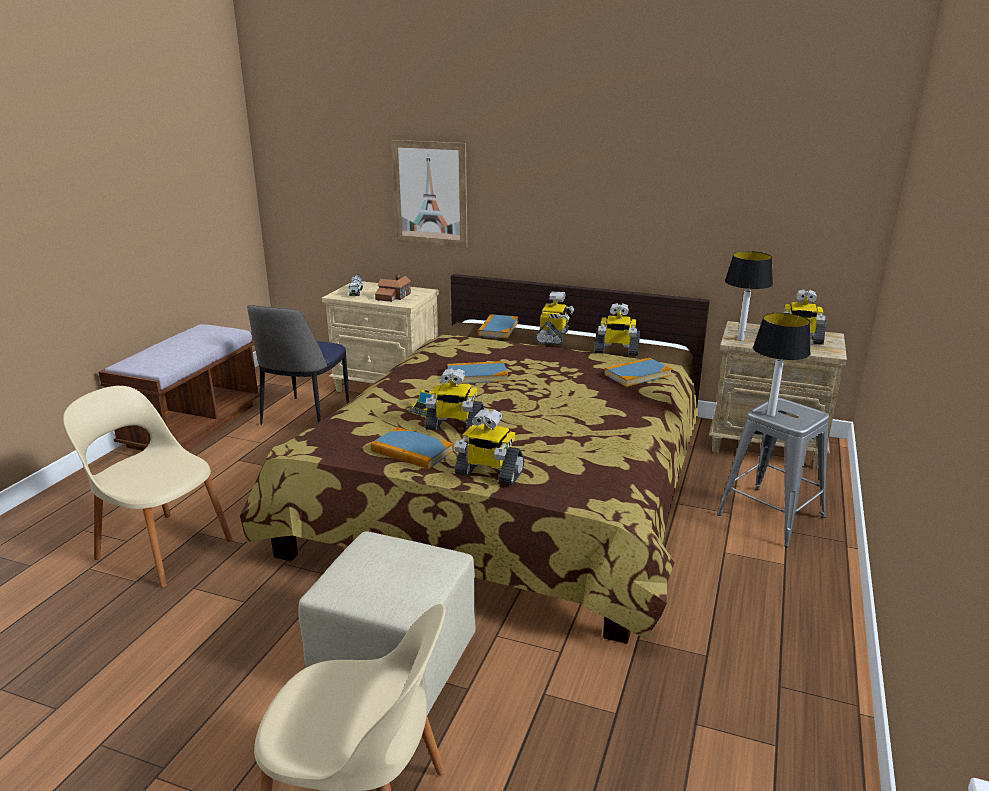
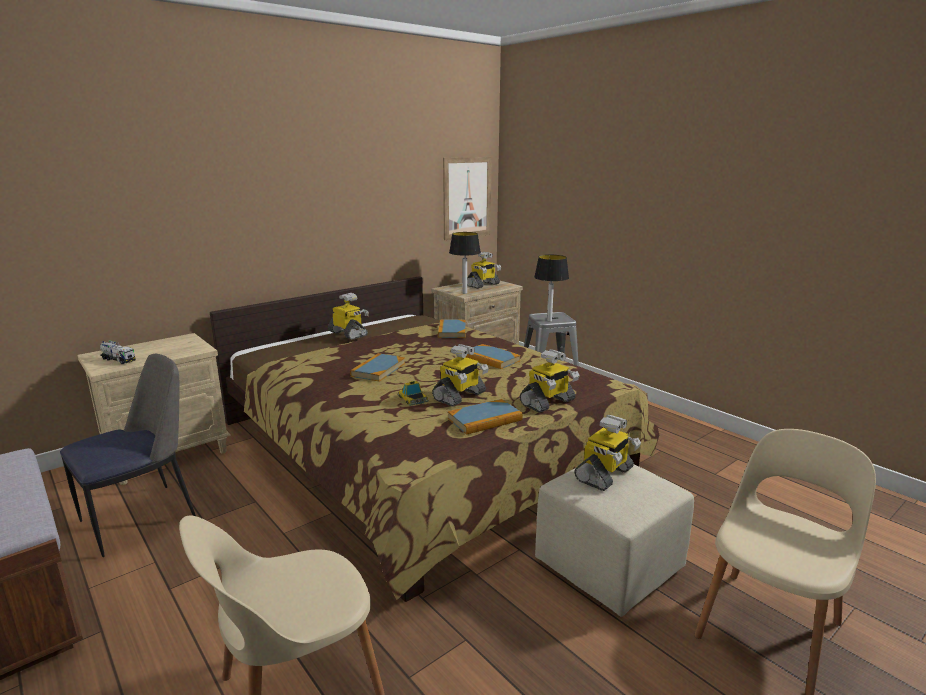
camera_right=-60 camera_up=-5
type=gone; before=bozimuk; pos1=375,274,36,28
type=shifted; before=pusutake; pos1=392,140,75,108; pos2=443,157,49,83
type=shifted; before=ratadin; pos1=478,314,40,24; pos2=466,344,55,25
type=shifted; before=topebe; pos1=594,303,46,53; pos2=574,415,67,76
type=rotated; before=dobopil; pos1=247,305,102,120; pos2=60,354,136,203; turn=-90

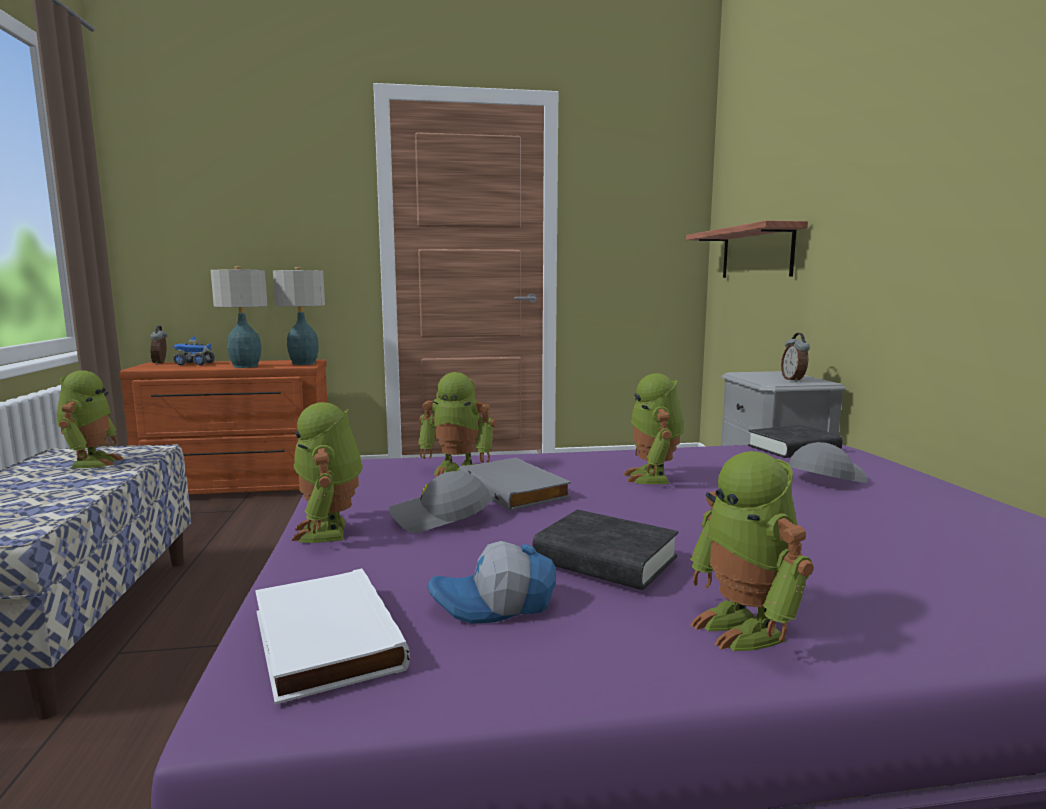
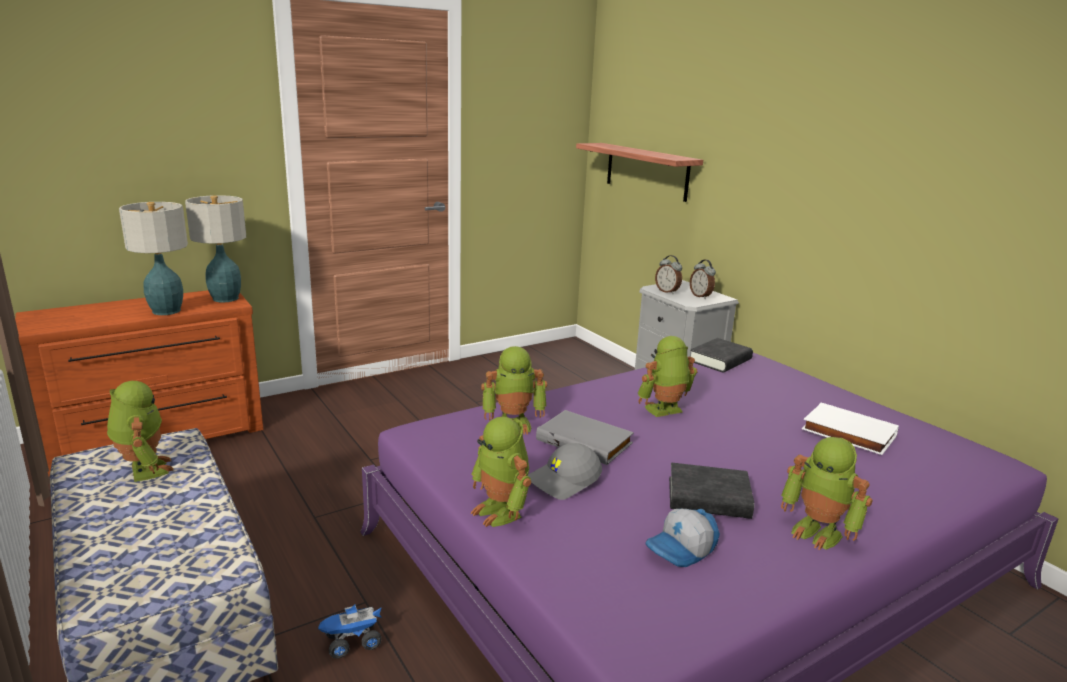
camera_right=-25 camera_up=10
type=gone; before=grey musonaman; pos1=789,442,79,41
type=shifted; before=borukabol; pos1=150,326,17,39; pos2=655,255,27,39
type=shifted; before=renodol; pos1=173,336,42,29; pos2=318,605,64,54
type=shifted; before=white ratadin; pos1=255,568,155,136; pos2=802,403,97,52
type=rotated; before=topebe; pos1=624,373,60,111; pos2=638,336,59,81; turn=90

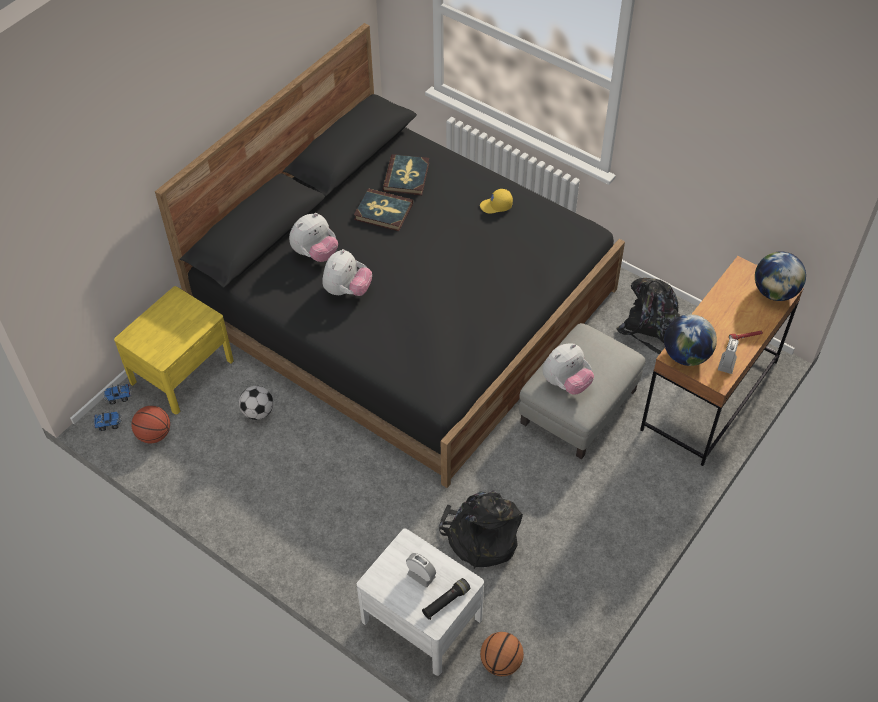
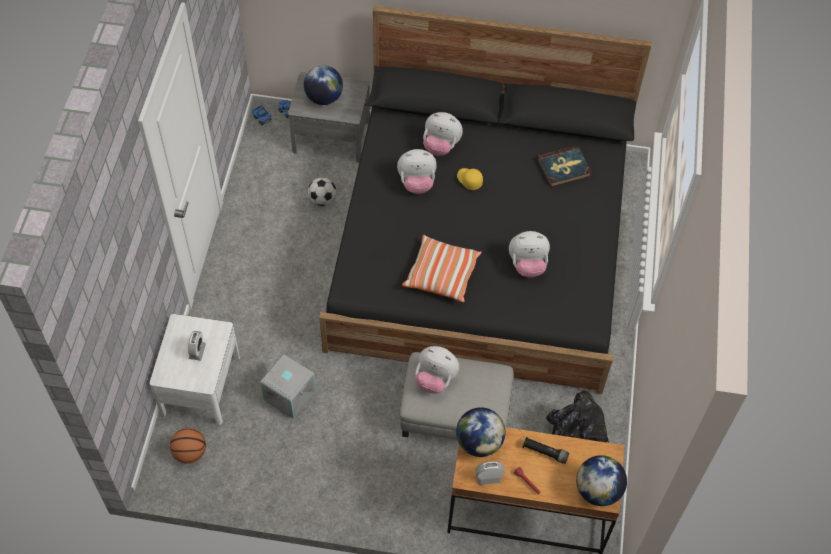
camera_right=60 camera_up=5
type=gone; before=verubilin; pos1=131,406,39,37
type=gone; before=ratadin; pos1=354,189,59,42
type=new; after=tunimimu; pos2=304,65,39,40
type=new; after=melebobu; pos2=402,235,80,67
type=new; after=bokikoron; pos2=509,231,41,47
type=shifted; before=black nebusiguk; pos1=422,578,49,42; pos2=522,437,47,27
type=shifted; before=yellow musonaman; pos1=480,189,33,25; pos2=457,168,26,22
type=swapped; before=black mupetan; after=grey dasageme; pos1=439,490,84,79; pos2=260,354,56,65
type=repainted; before=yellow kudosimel; after=grey kudosimel; pos1=114,286,120,128; pos2=288,73,82,89

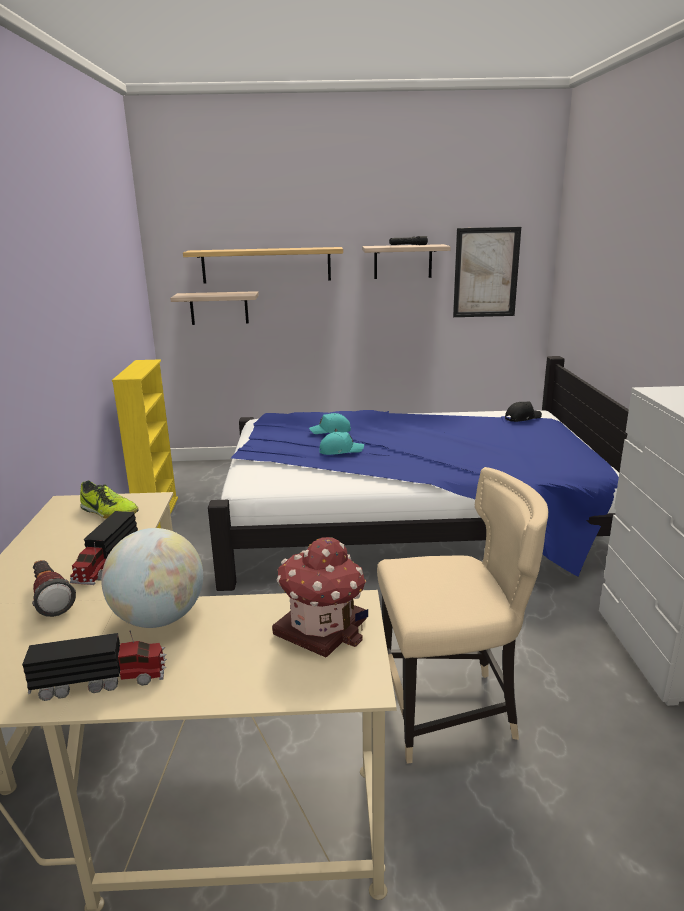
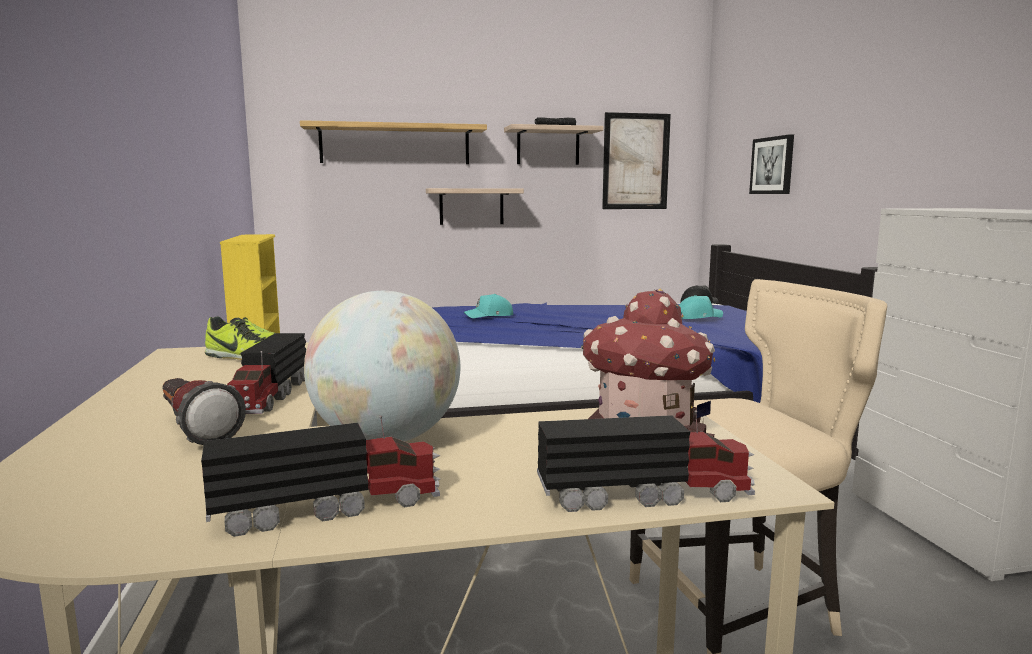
camera_right=-10 camera_up=-10
type=new; after=renodol; pos2=537,410,218,102
type=new; after=pusutake; pos2=749,134,45,60
type=shifted; before=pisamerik; pos1=170,291,89,34; pos2=426,188,98,37
type=shifted; before=turquoise musonaman; pos1=319,432,45,23; pos2=679,295,44,24

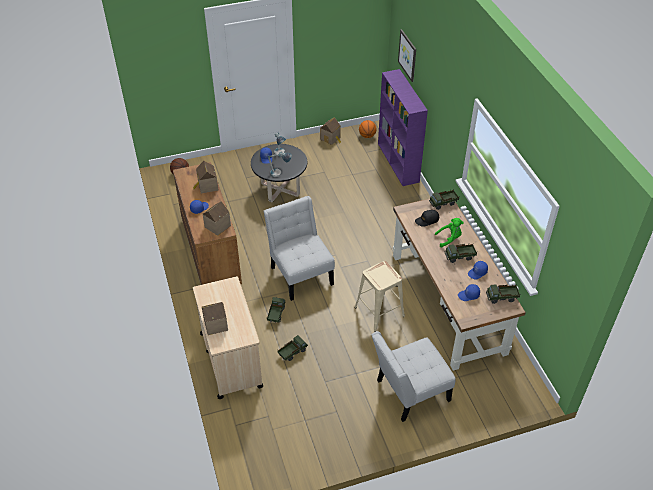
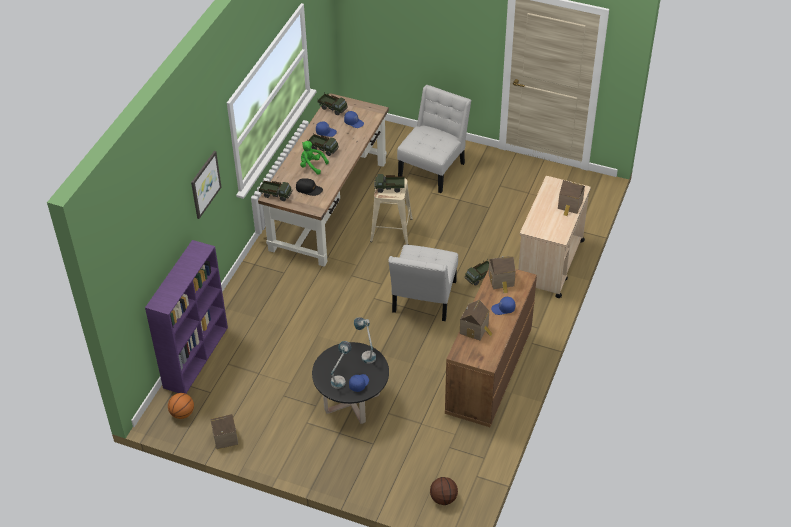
camera_right=-140 camera_up=0
type=shifted; before=renodol; pos1=277,335,31,26; pos2=374,174,31,19
type=shifted; before=pusutake; pos1=398,29,18,53; pos2=191,151,31,68
type=rotated; before=white dobopil; pos1=372,331,84,91; pos2=397,85,75,108; turn=-75

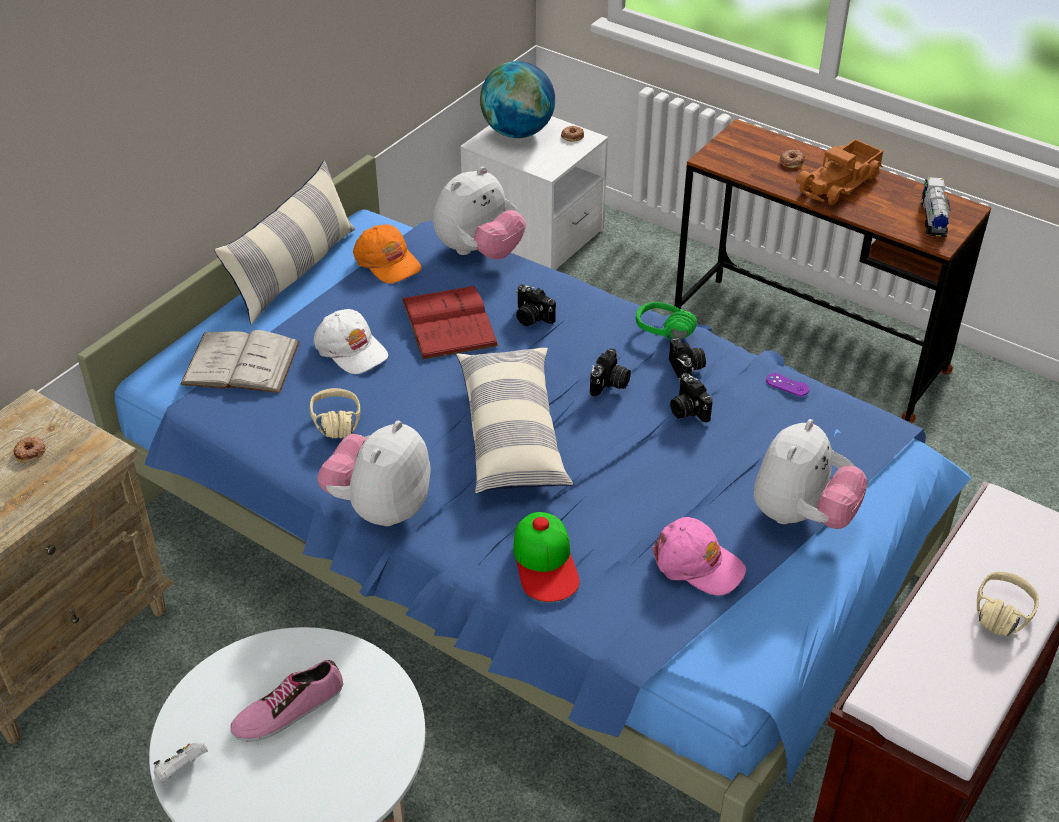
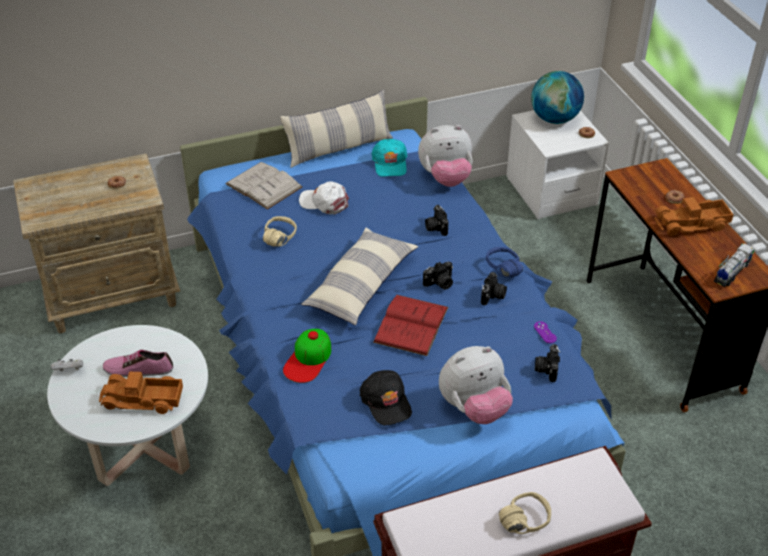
camera_right=35 camera_up=0
type=gone; before=bokikoron; pos1=318,421,113,105
type=new; after=renodol; pos2=99,371,84,43
type=shifted; before=red ratadin; pos1=402,285,97,75; pos2=373,295,75,61
type=shifted; before=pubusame; pos1=670,373,43,49; pos2=535,344,25,38
type=repainted; before=orange musonaman; after=turquoise musonaman; pos1=353,224,69,60; pos2=371,139,36,38
type=repainted; before=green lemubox; after=blue lemubox; pos1=636,302,61,38; pos2=486,247,37,30
type=repainted; before=pink musonaman; after=black musonaman; pos1=652,517,94,79; pos2=360,370,52,55
type=rotated; before=white musonaman; pos1=313,309,75,65; pos2=299,182,50,32; turn=120

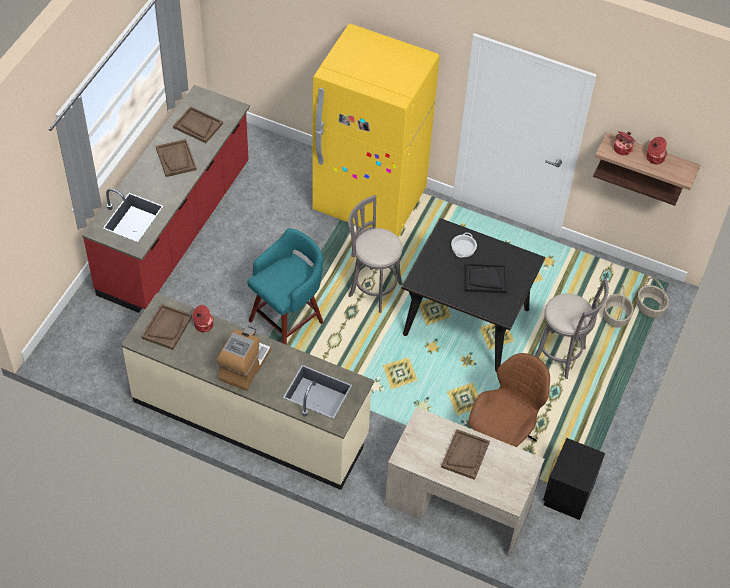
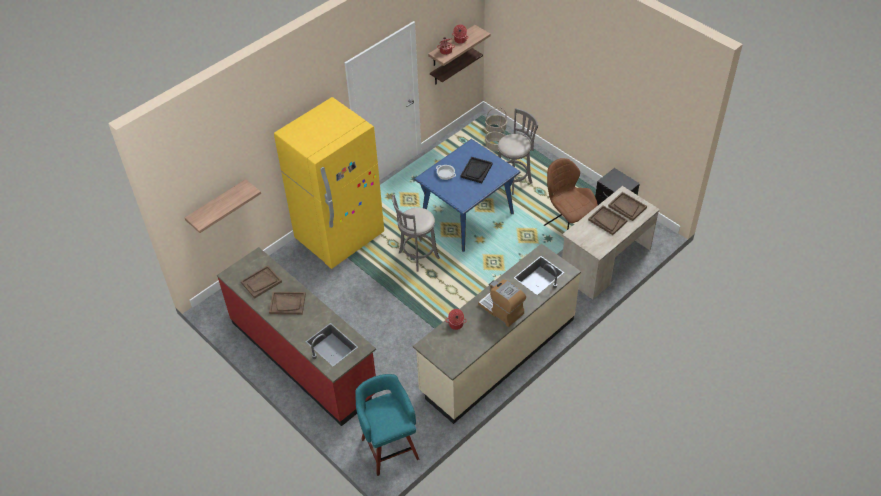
camera_right=-65 camera_up=-5
type=new; after=pisamerik; pos2=185,179,76,54
type=shifted; before=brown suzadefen; pos1=142,304,50,46; pos2=608,192,39,29
type=shifted; before=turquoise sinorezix; pos1=247,228,77,117; pos2=355,374,64,102
type=repainted; before=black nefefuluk; after=blue nefefuluk; pos1=402,218,143,154; pos2=414,139,107,113

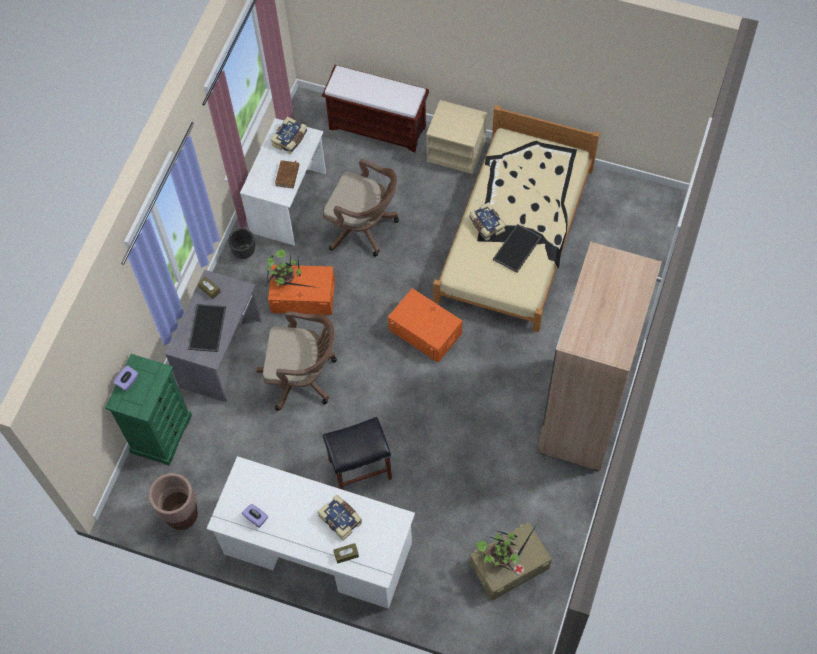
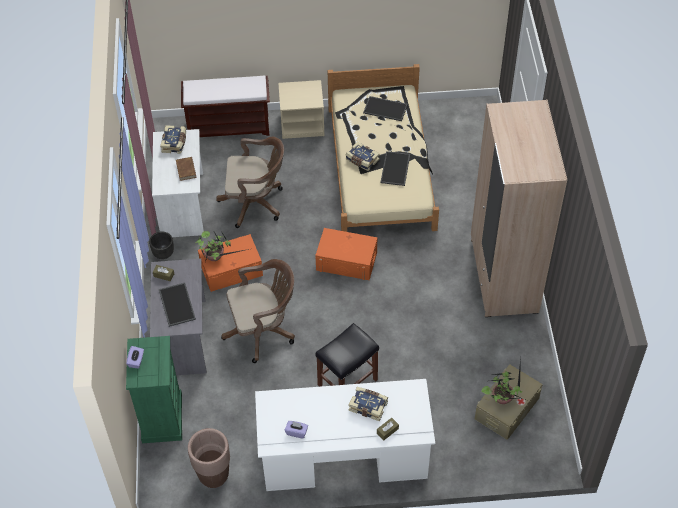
camera_right=-25 camera_up=-10
type=new; after=suzadefen; pos2=363,96,45,25

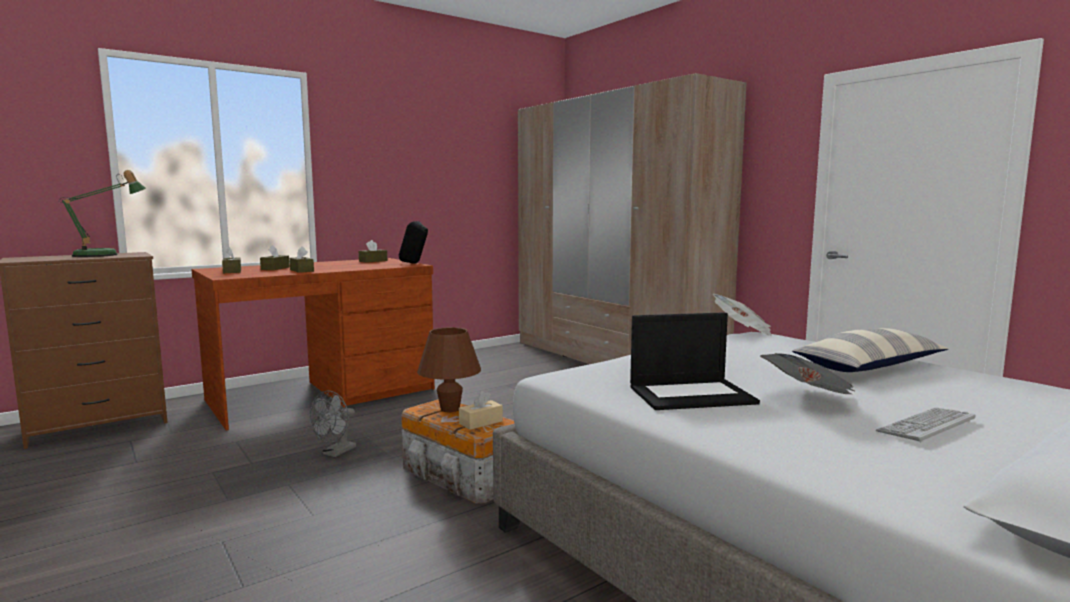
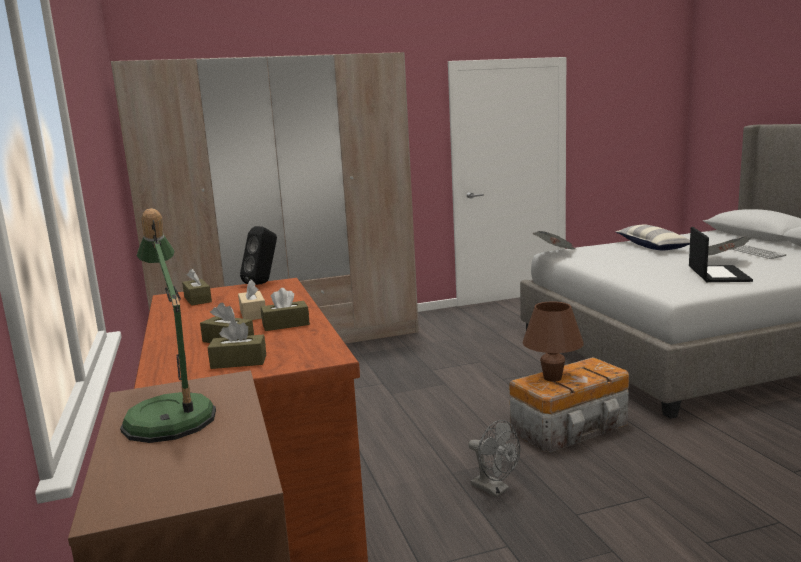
camera_right=-70 camera_up=5
type=shifted; before=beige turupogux; pos1=459,391,44,39; pos2=238,280,28,40

